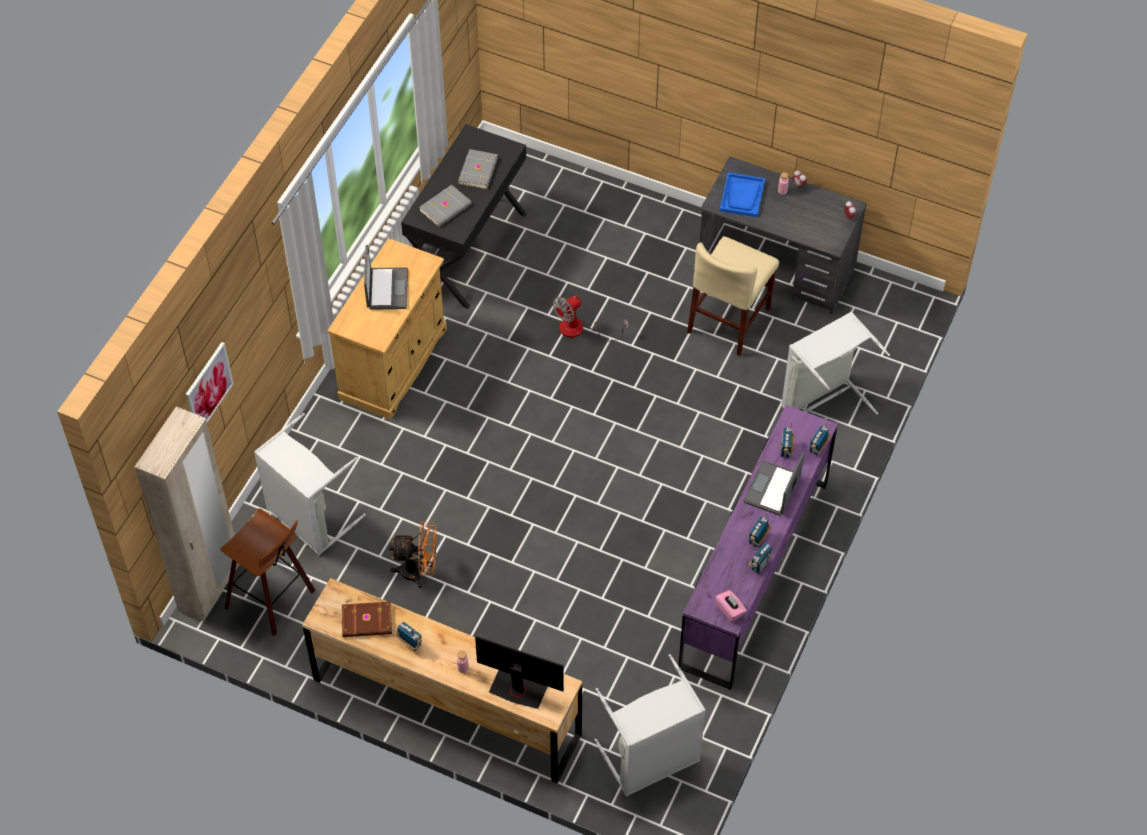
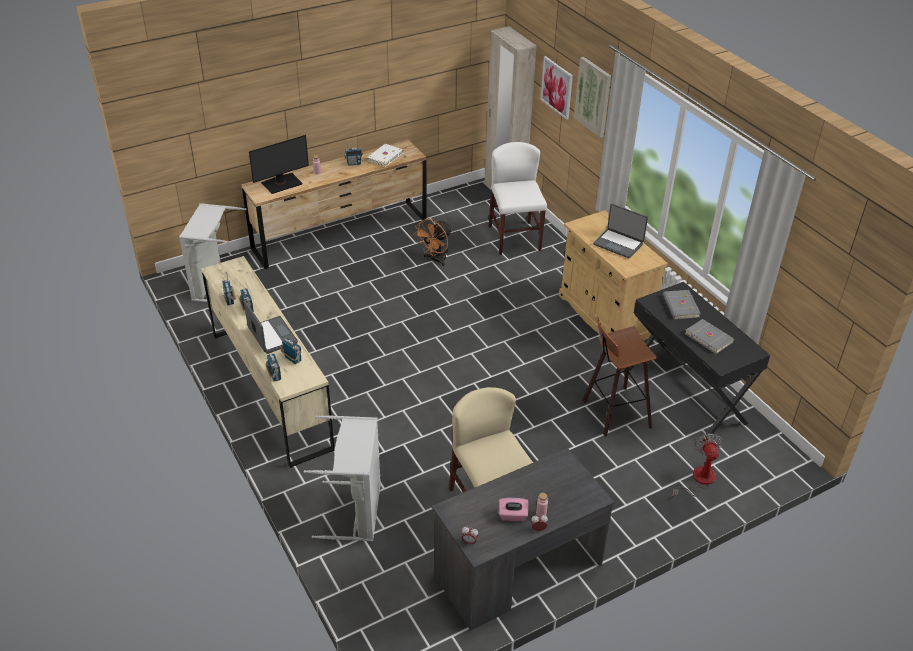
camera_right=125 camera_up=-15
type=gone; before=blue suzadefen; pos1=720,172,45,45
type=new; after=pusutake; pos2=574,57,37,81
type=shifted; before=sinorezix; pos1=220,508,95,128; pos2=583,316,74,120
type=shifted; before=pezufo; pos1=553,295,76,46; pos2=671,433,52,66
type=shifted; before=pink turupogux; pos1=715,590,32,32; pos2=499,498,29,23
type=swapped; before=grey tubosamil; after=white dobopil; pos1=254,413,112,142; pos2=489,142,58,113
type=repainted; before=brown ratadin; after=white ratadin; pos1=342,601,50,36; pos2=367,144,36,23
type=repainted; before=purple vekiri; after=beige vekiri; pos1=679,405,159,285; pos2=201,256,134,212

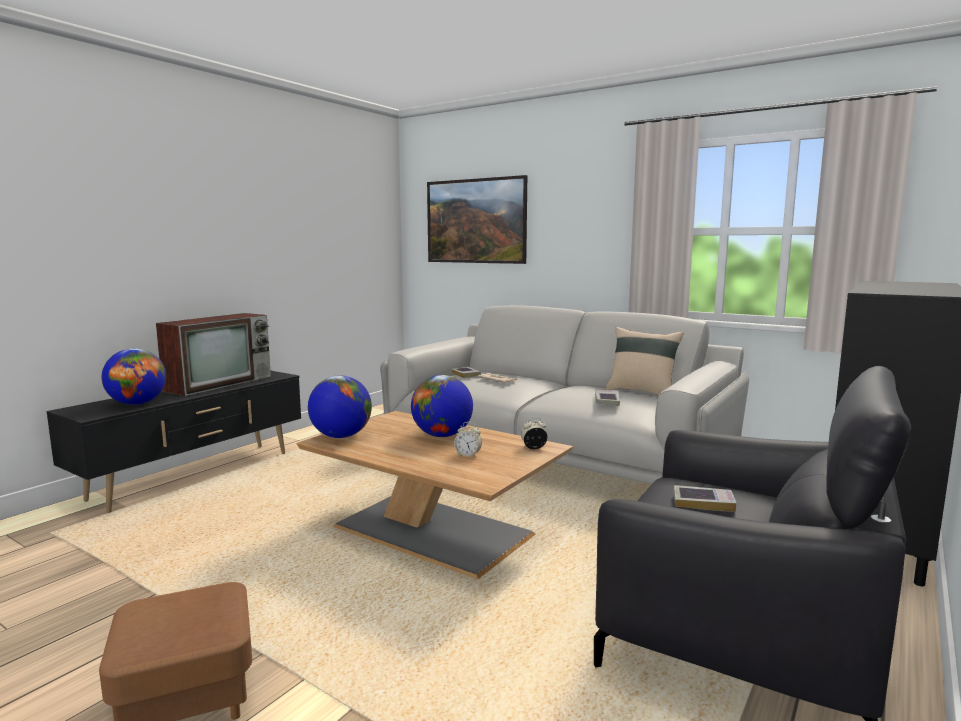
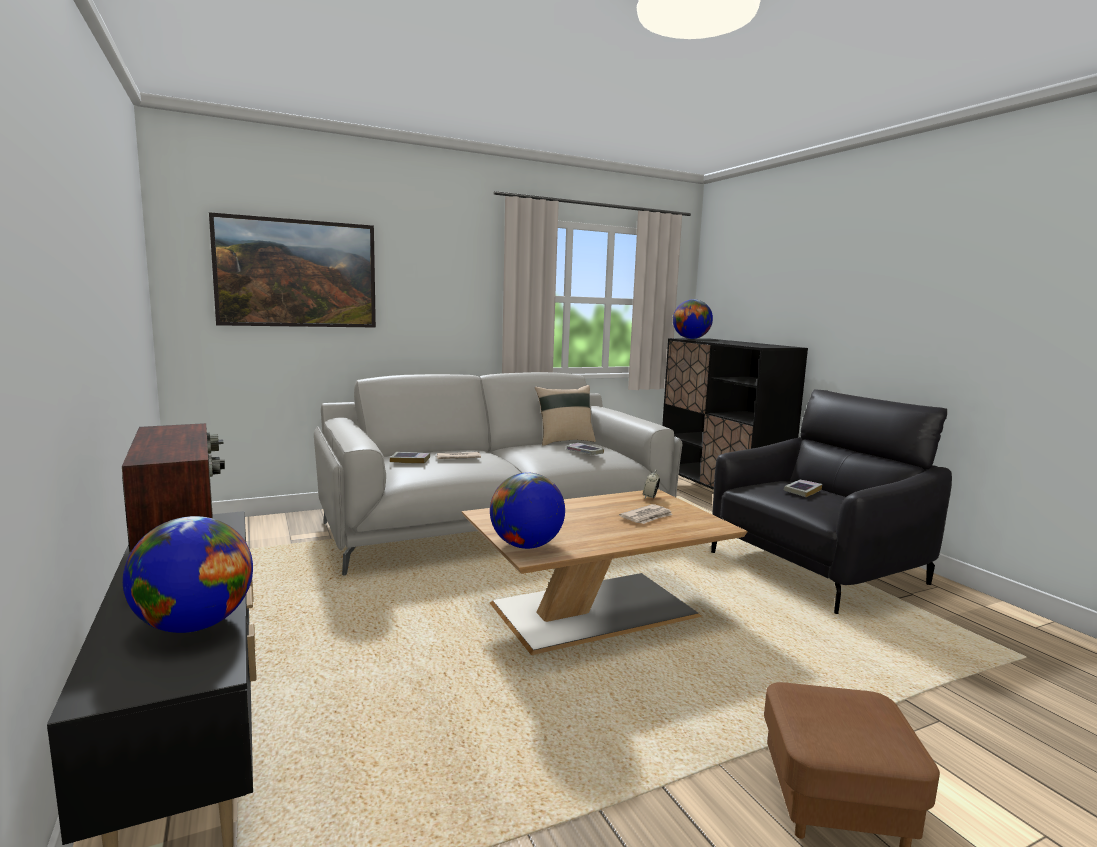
camera_right=-60 camera_up=0
type=shifted; before=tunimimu; pos1=411,375,62,62; pos2=673,299,40,40
type=swapped; before=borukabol; after=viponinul; pos1=454,422,28,36; pos2=619,504,54,20

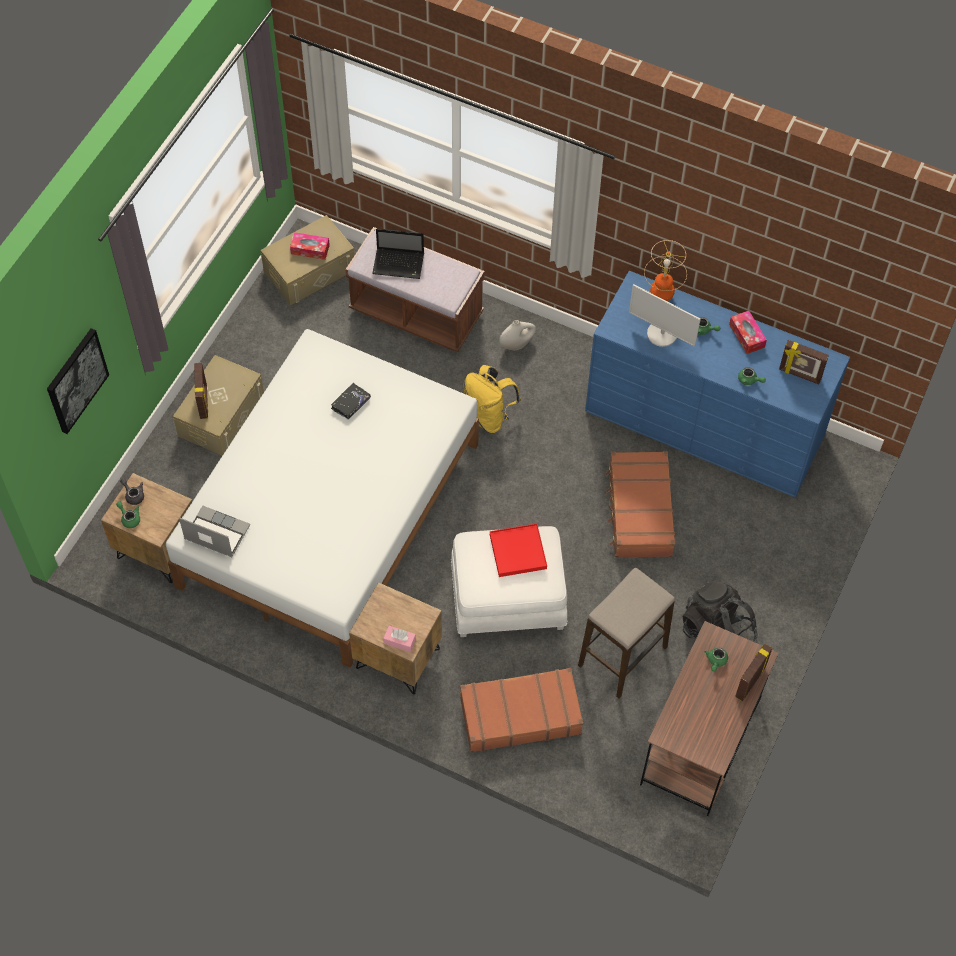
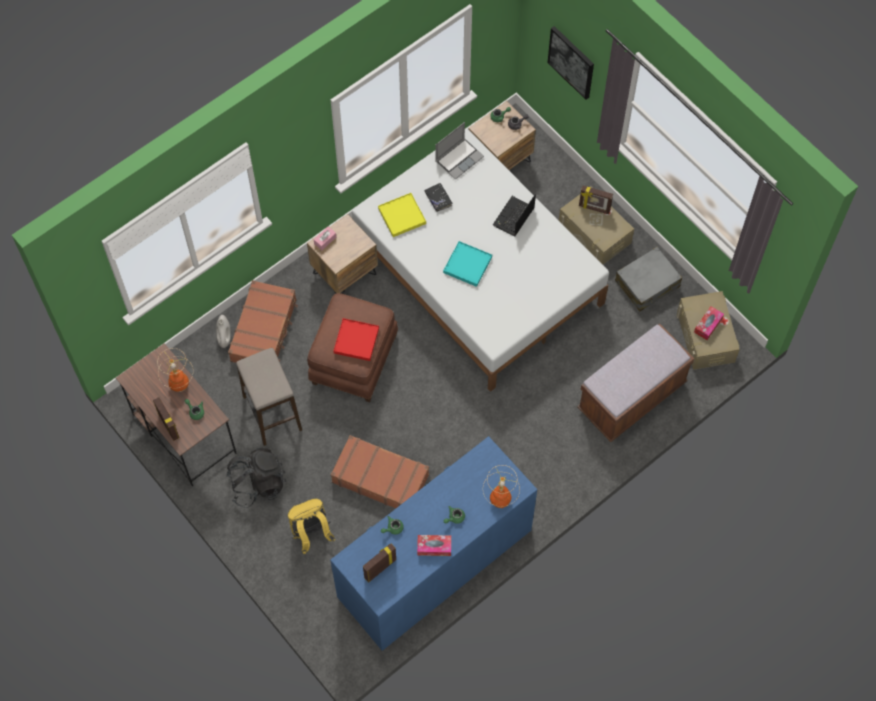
camera_right=115 camera_up=5
type=gone; before=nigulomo; pos1=629,284,72,63
type=new; after=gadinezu; pos2=157,348,36,44
type=new; after=yellow suzadefen; pos2=378,193,48,44
type=new; after=turquoise suzadefen; pos2=443,241,49,46
type=new; after=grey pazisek; pos2=615,247,67,64
type=shifted; before=black ratadin; pos1=331,383,40,37; pos2=425,183,27,29
type=shifted; before=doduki; pos1=372,228,52,51; pos2=493,194,43,42
type=shifted; before=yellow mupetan; pos1=464,365,57,68; pos2=288,499,47,55
type=shifted; before=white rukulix; pos1=499,320,37,30; pos2=216,315,15,33
type=repainted; before=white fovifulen; after=brown fovifulen; pos1=451,526,116,111; pos2=307,293,91,109

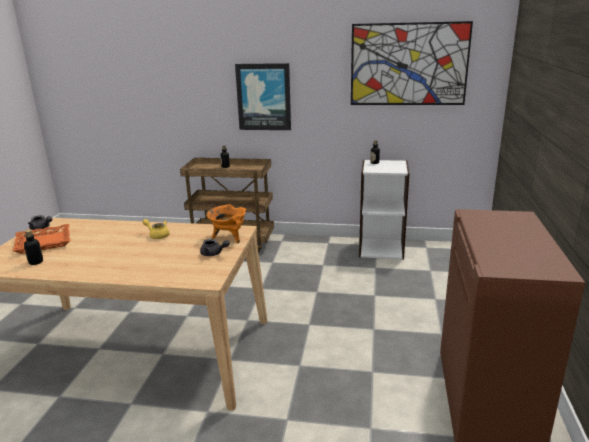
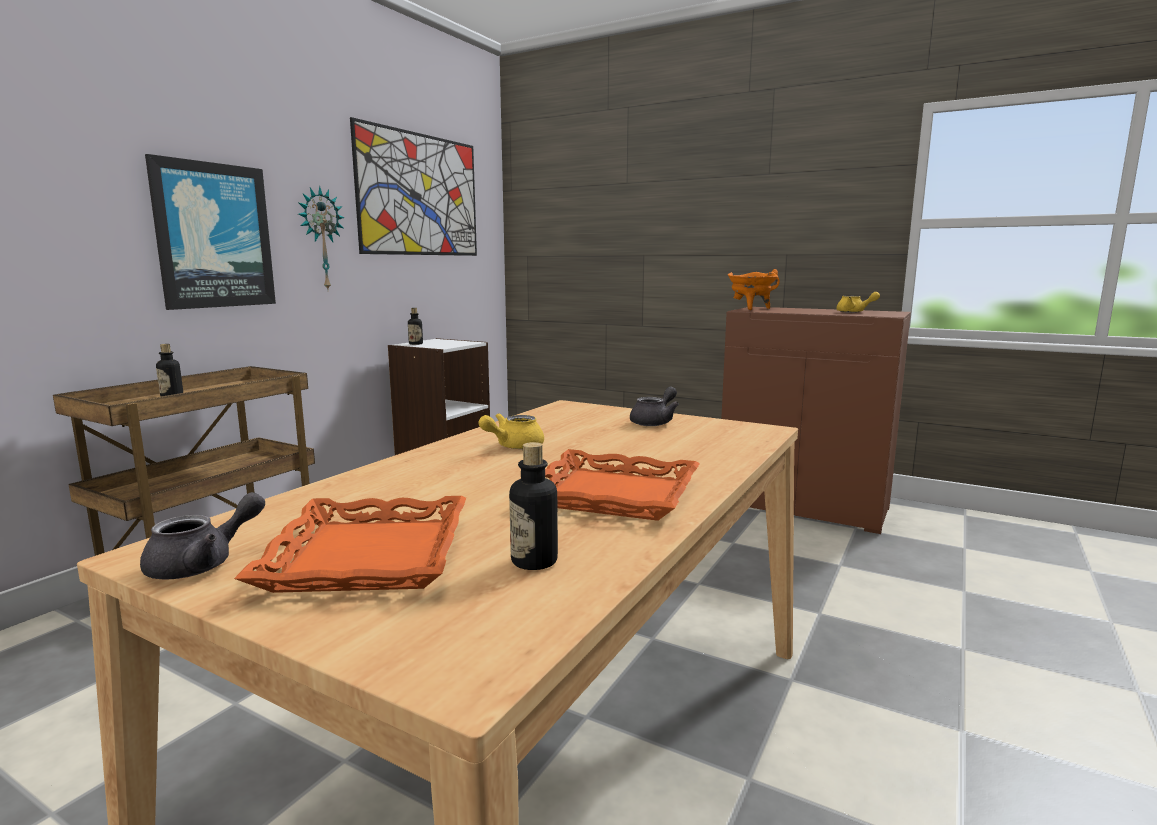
camera_right=-70 camera_up=-10
type=new; after=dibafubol; pos2=298,186,47,103
type=new; after=orange suzadefen; pos2=545,449,155,72
type=new; after=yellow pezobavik; pos2=836,292,44,21
type=shifted; before=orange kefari; pos1=206,204,40,39; pos2=728,269,52,41

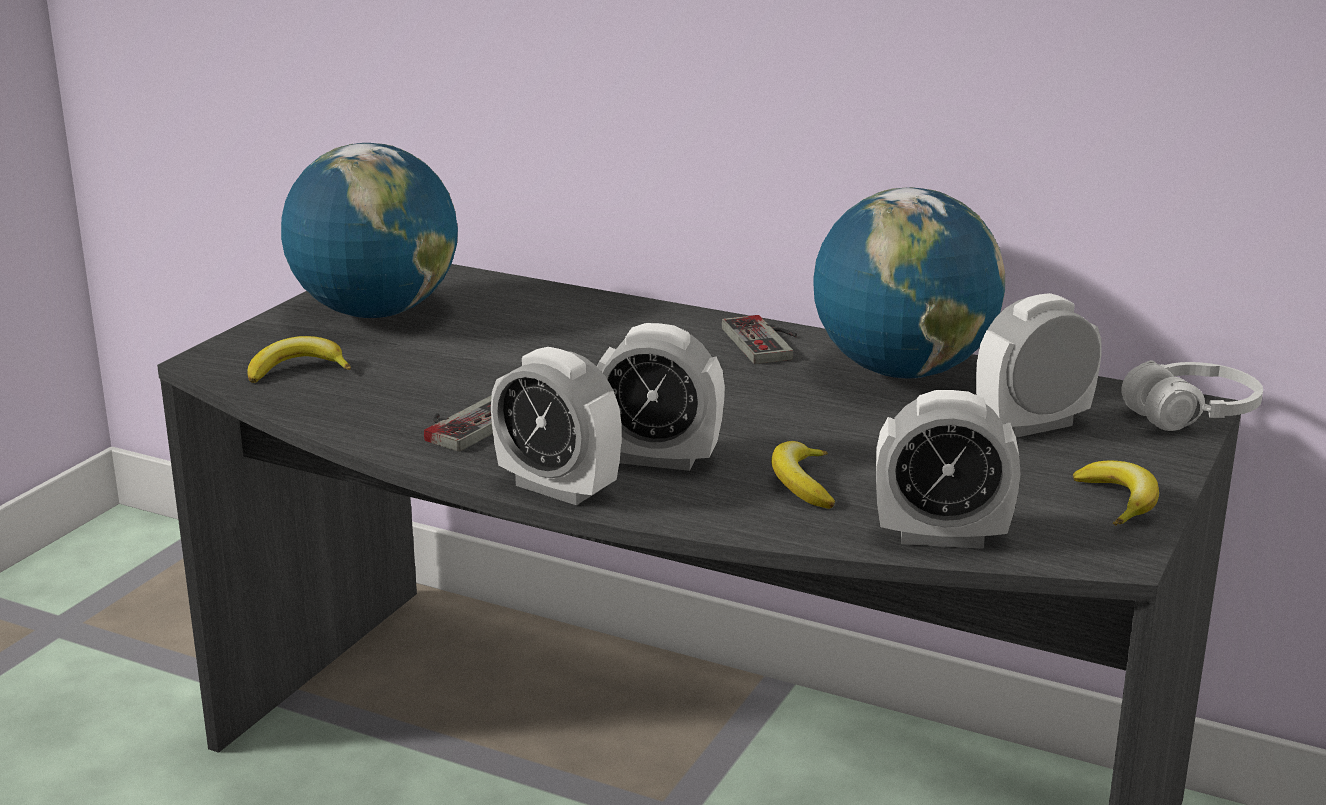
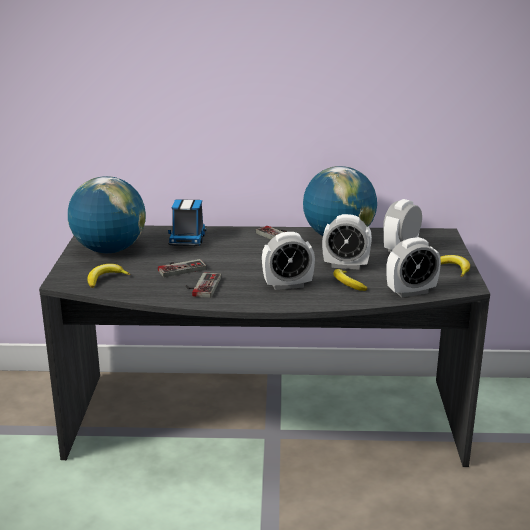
camera_right=-25 camera_up=0
type=gone; before=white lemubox; pos1=1121,360,142,71
type=new; after=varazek; pos2=158,259,49,18
type=new; after=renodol; pos2=168,199,38,47
type=shifted; before=borukabol; pos1=491,347,131,158; pos2=322,214,50,56

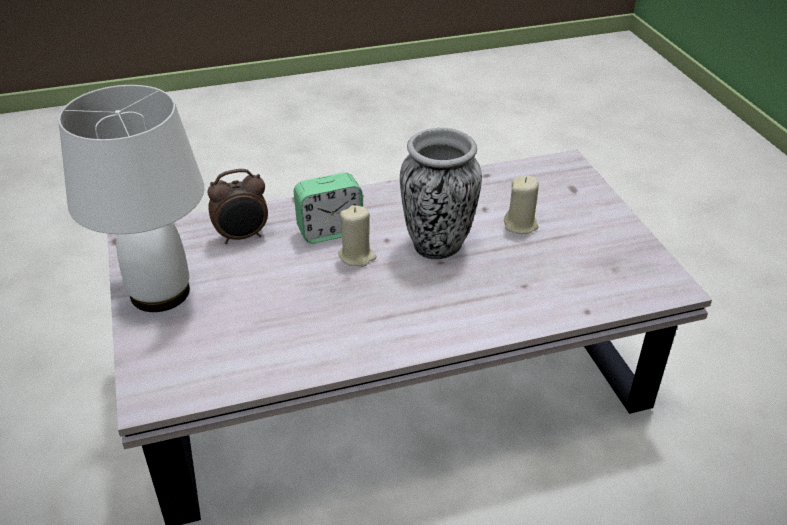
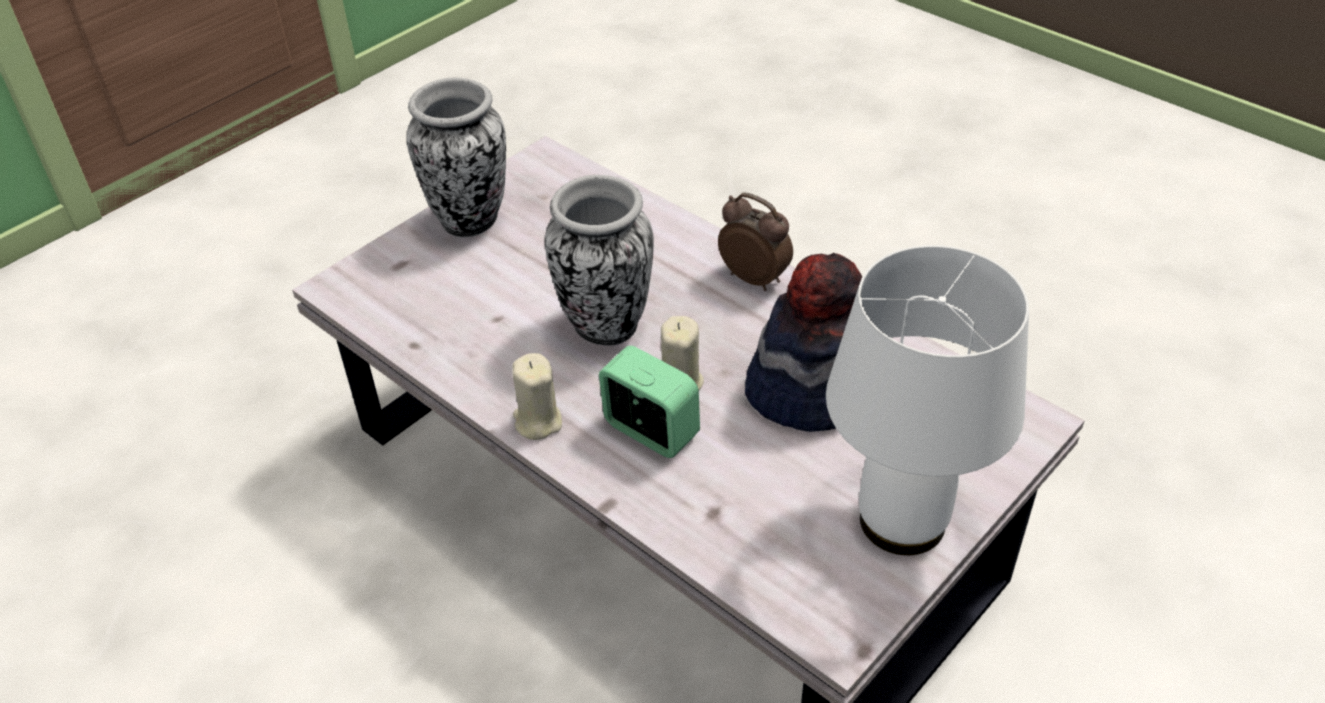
camera_right=-120 camera_up=5
type=new; after=rukulix; pos2=407,78,99,159
type=new; after=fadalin; pos2=745,253,117,179
type=shifted; before=borukabol; pos1=207,169,61,75; pos2=718,192,75,99
type=shifted; before=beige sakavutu; pos1=504,176,35,58; pos2=512,353,50,87

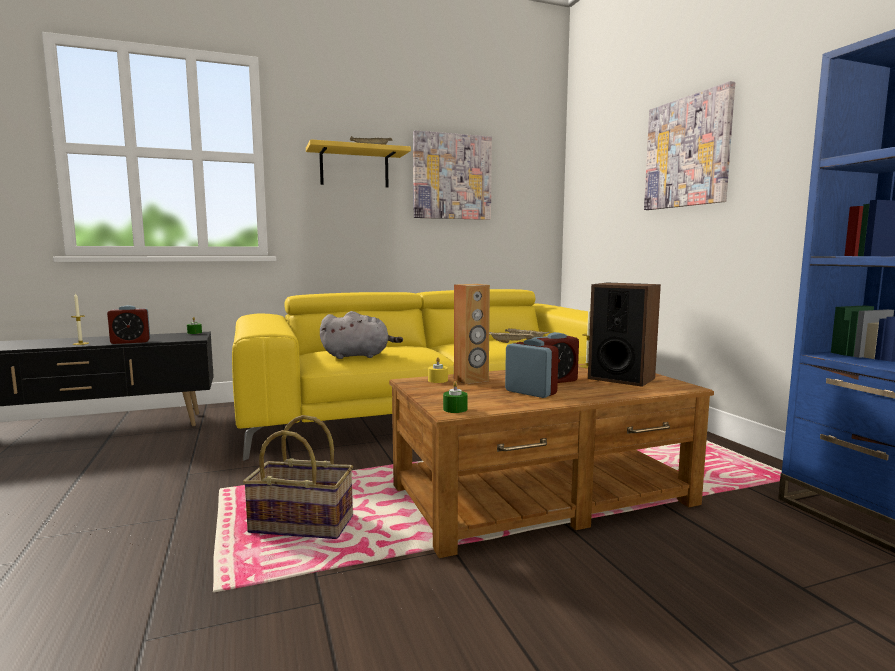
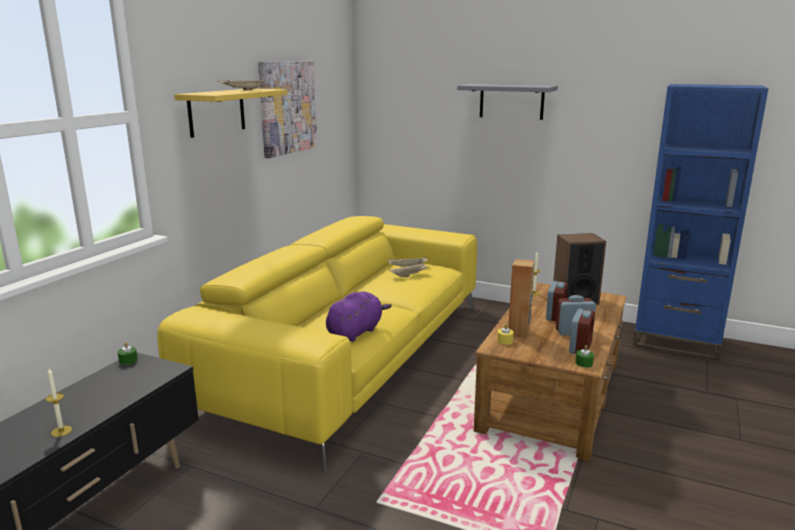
camera_right=-45 camera_up=10
type=gone; before=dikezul; pos1=243,415,110,124
type=shifted; before=borukabol; pos1=107,305,43,39; pos2=569,309,26,45
type=swapped; before=pusutake; after=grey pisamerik; pos1=644,81,91,129; pos2=457,84,101,36
type=repainted; before=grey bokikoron; after=purple bokikoron; pos1=320,311,83,48; pos2=326,291,66,51

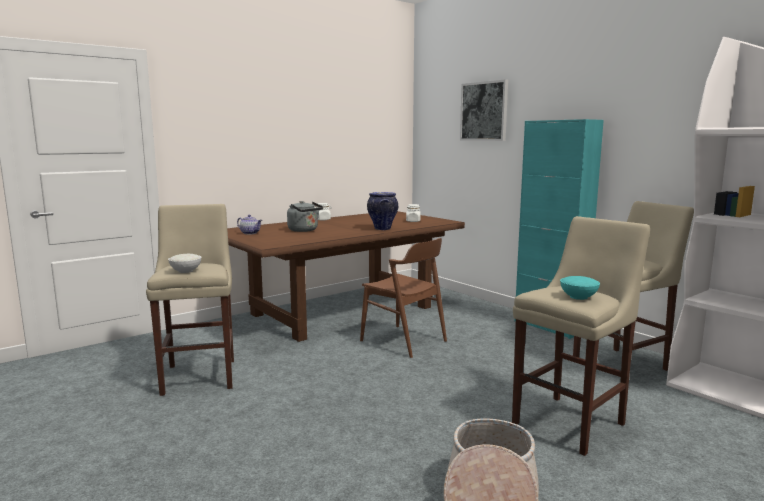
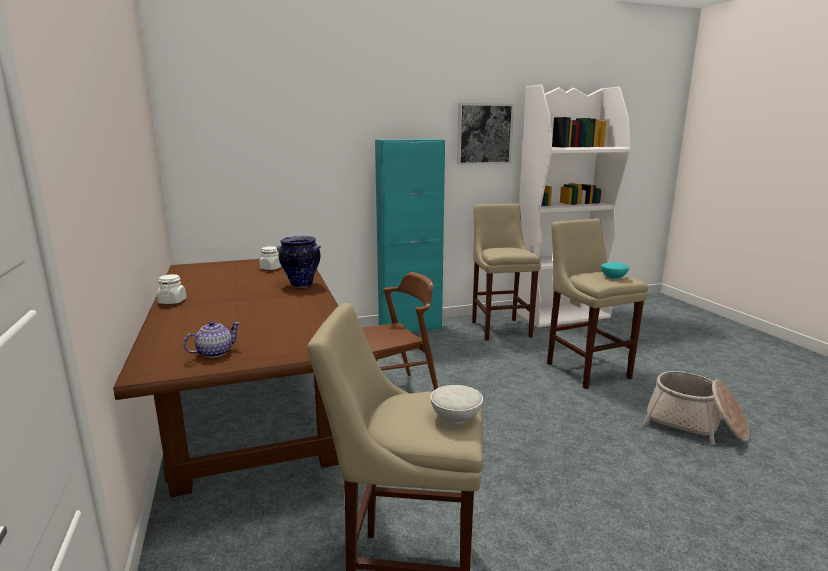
camera_right=-70 camera_up=5
type=gone; before=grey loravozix; pos1=287,201,36,31
type=shifted; before=pusutake; pos1=460,79,48,62; pos2=457,103,57,62

